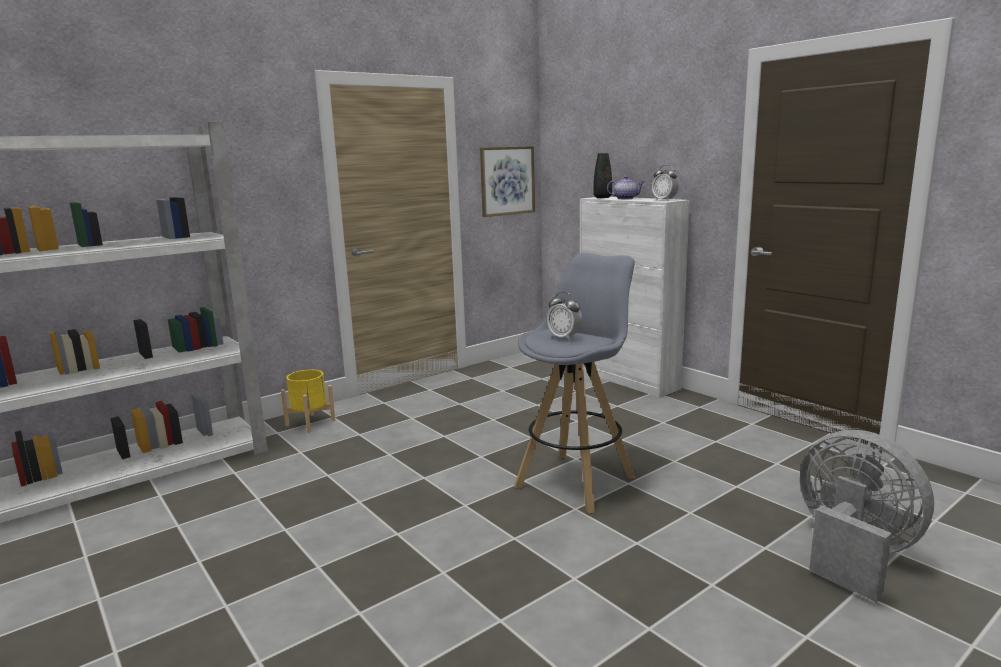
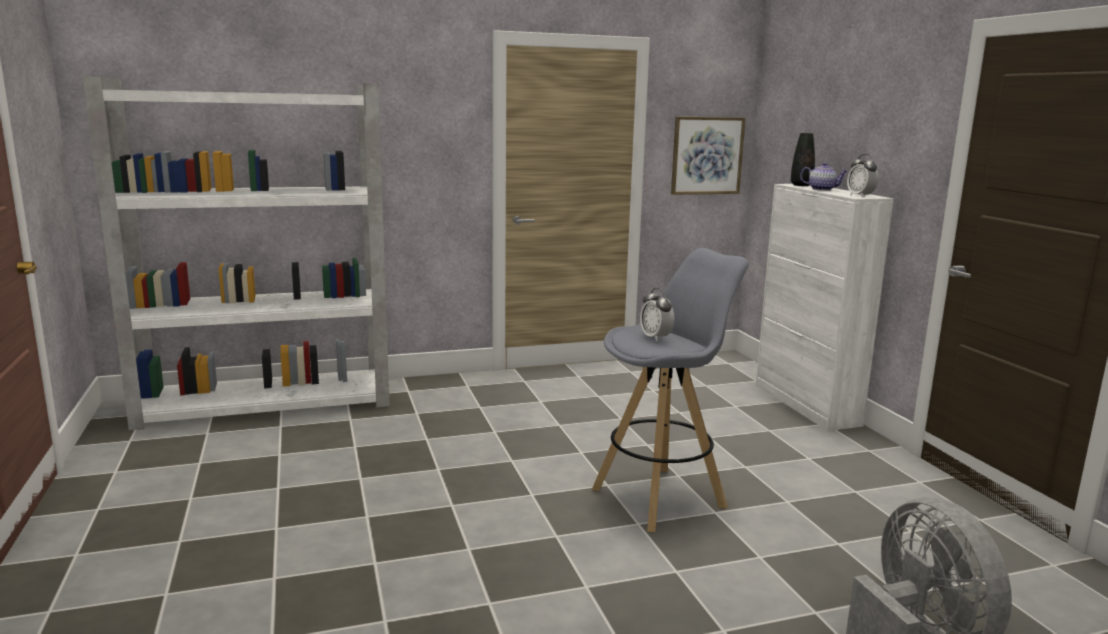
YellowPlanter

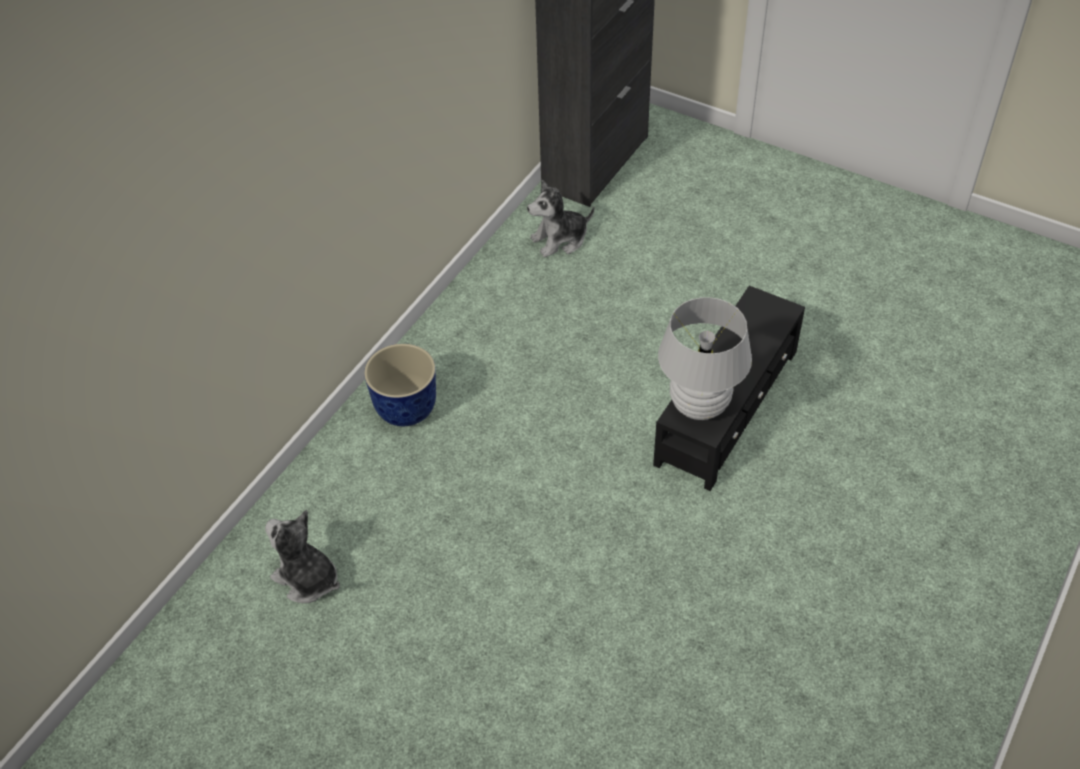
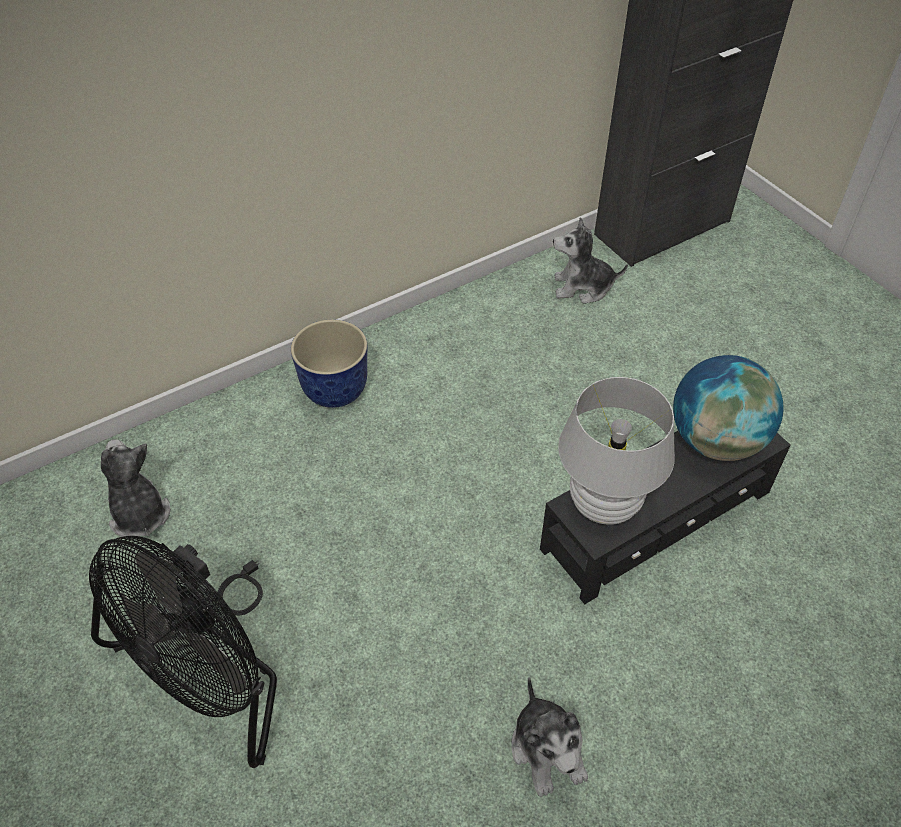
BlackFan; PlushToy (2nd from left); Globe

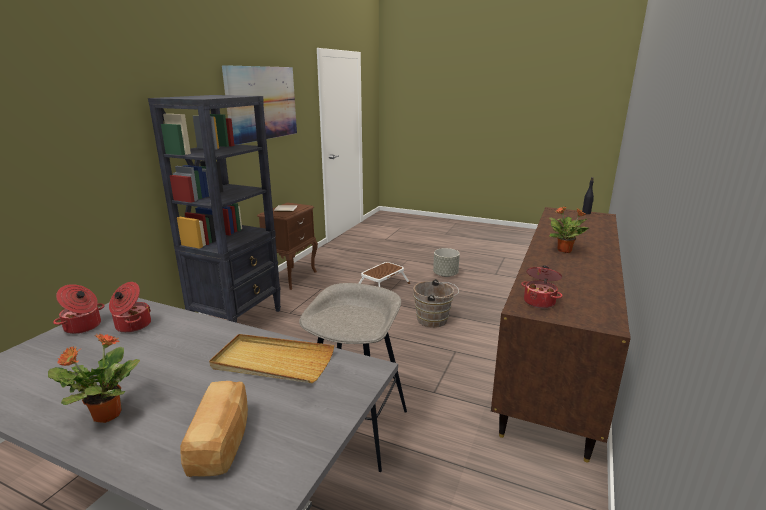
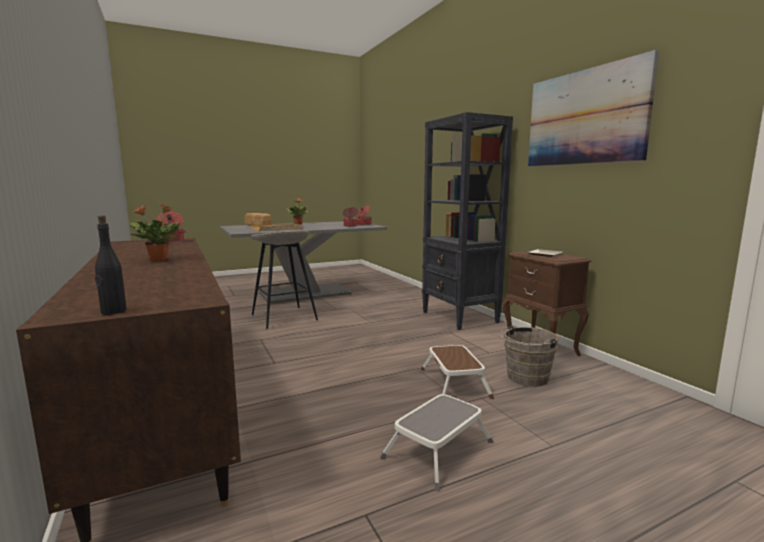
BrownBucket; GreyStepLadder

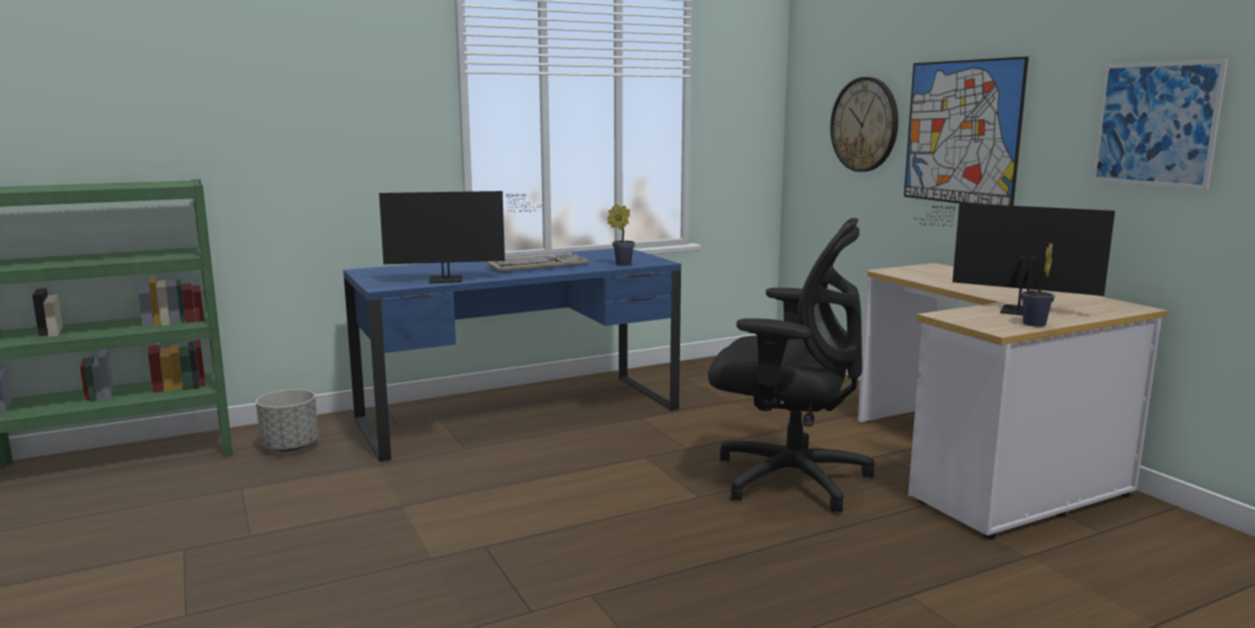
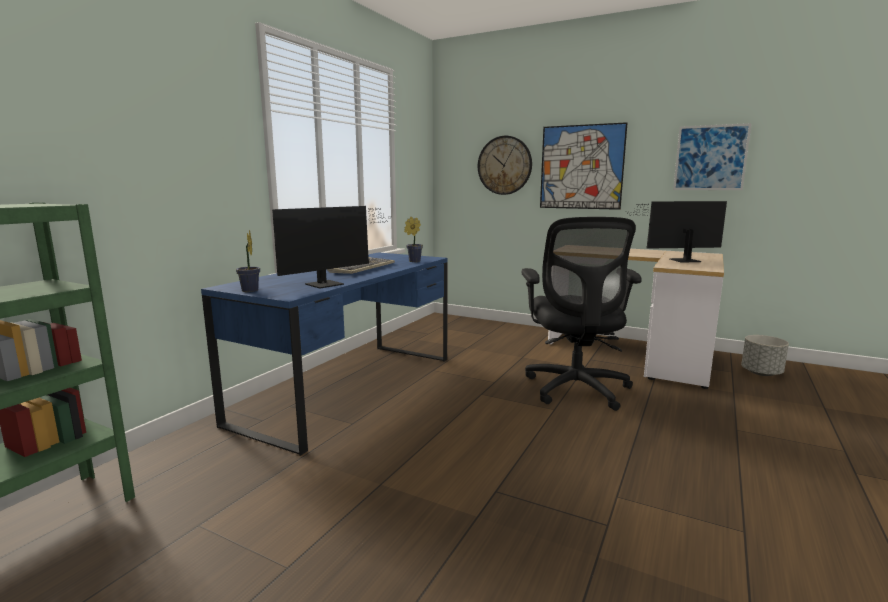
GreyPlanter; PottedPlant (1st from left); BlackOfficeChair

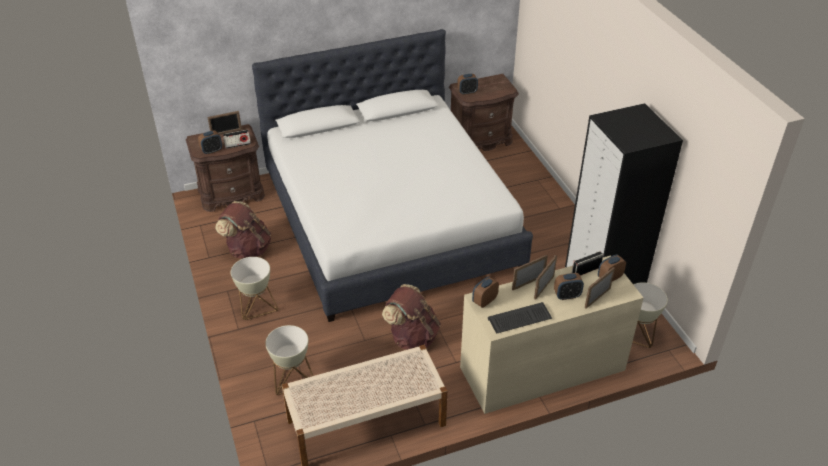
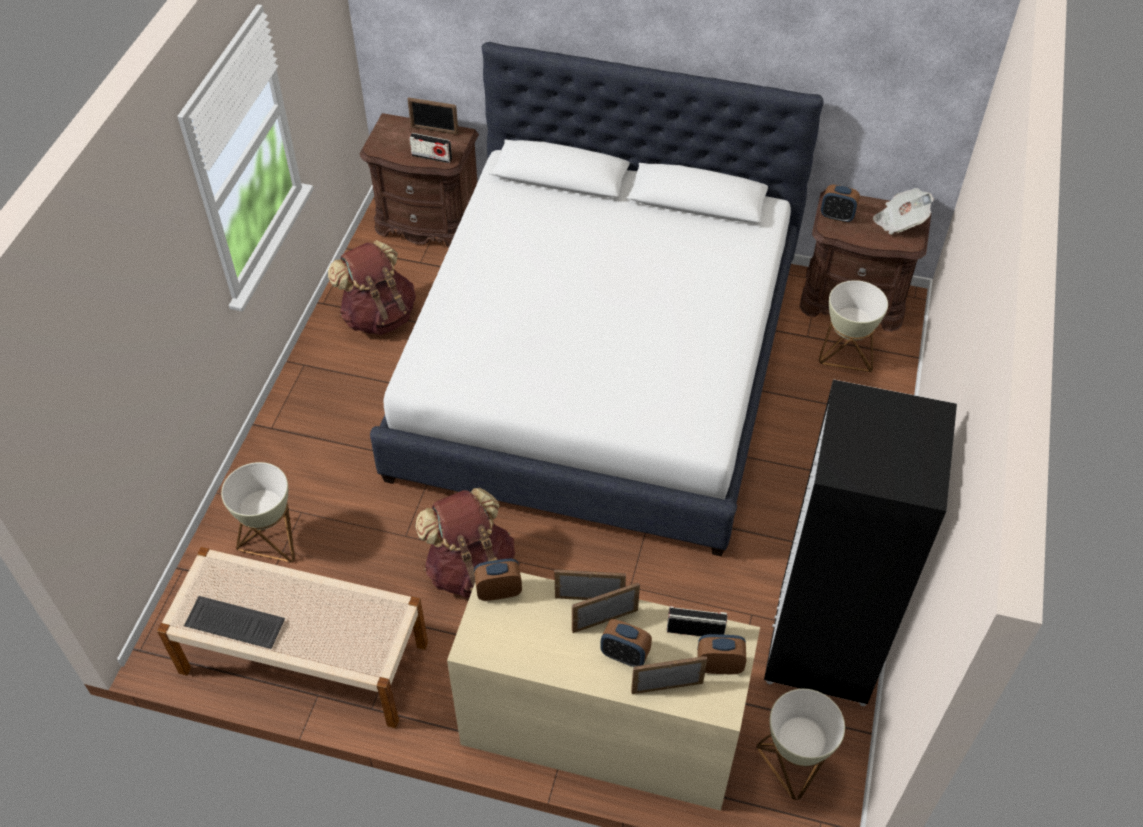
AlarmClock (1st from left in the first image); Newspaper; Planter (3rd from left); Keyboard

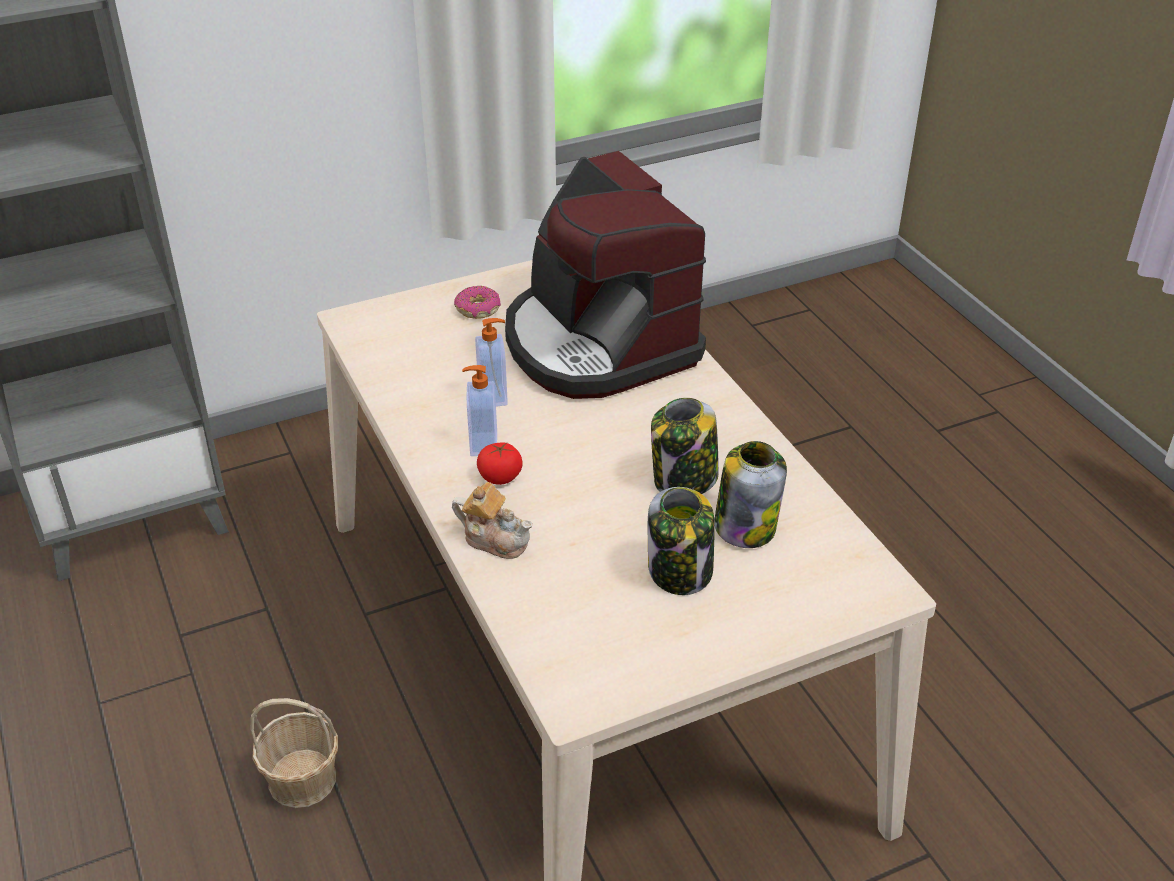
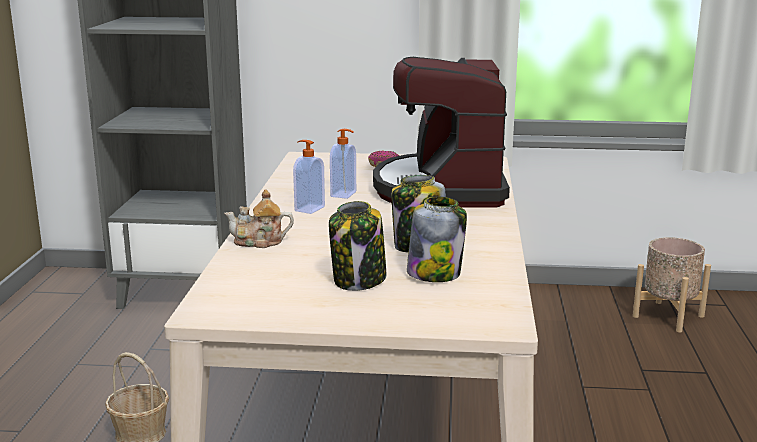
Tomato; BeigePlanter; Teapot

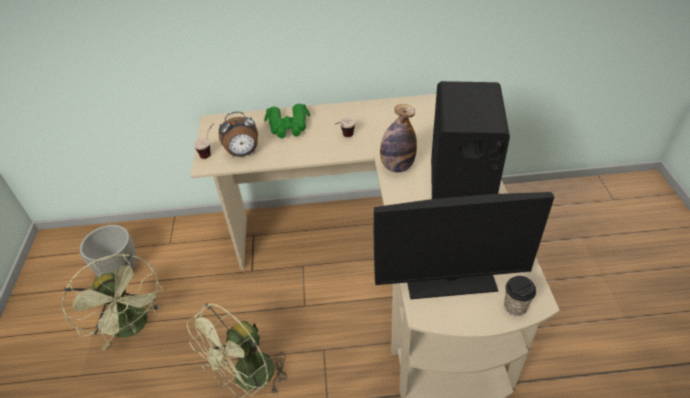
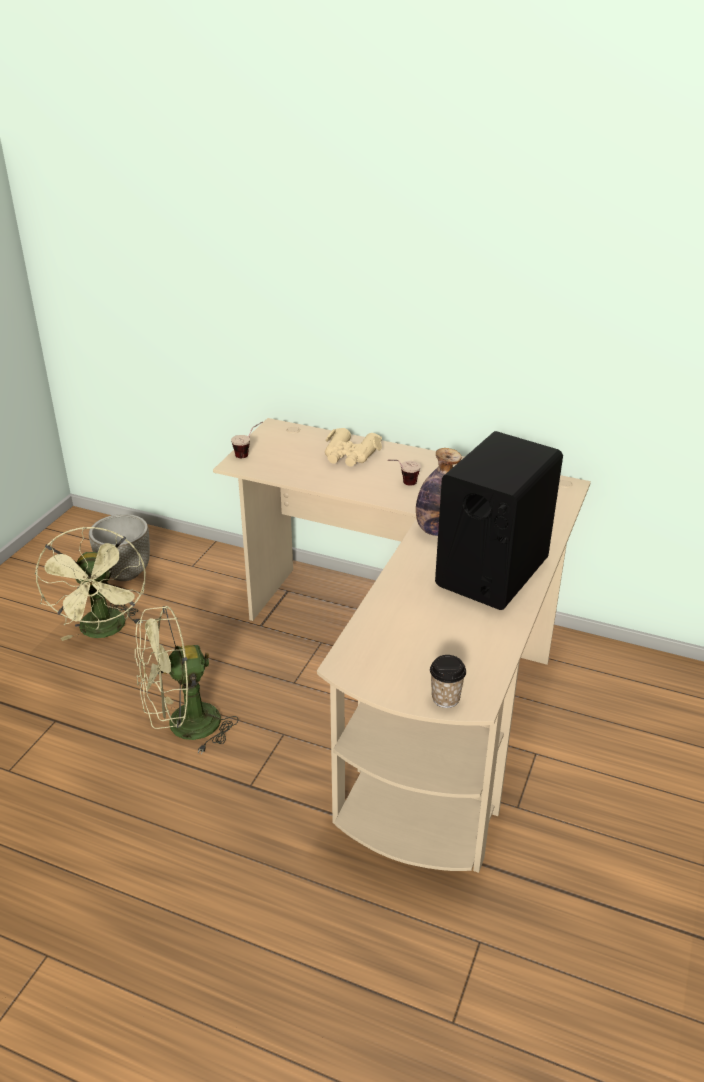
AlarmClock; Monitor; BeigeBinoculars

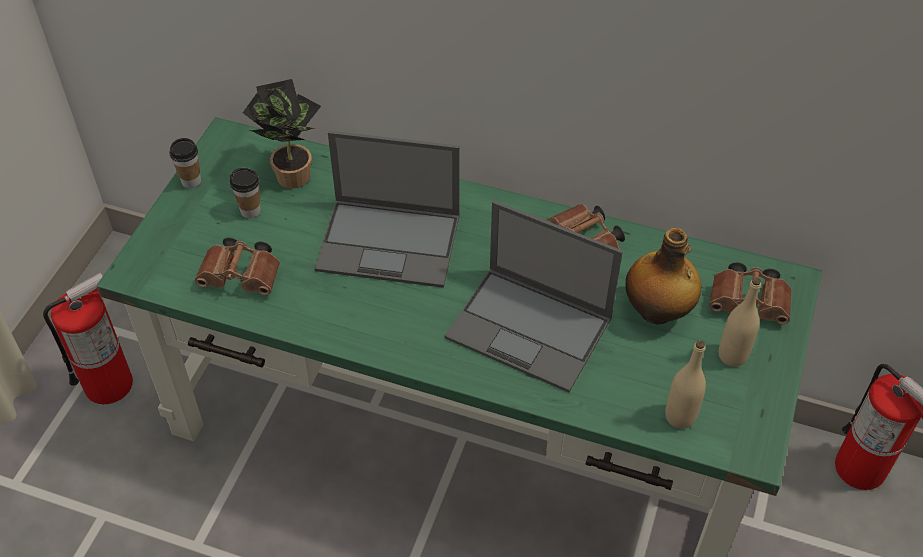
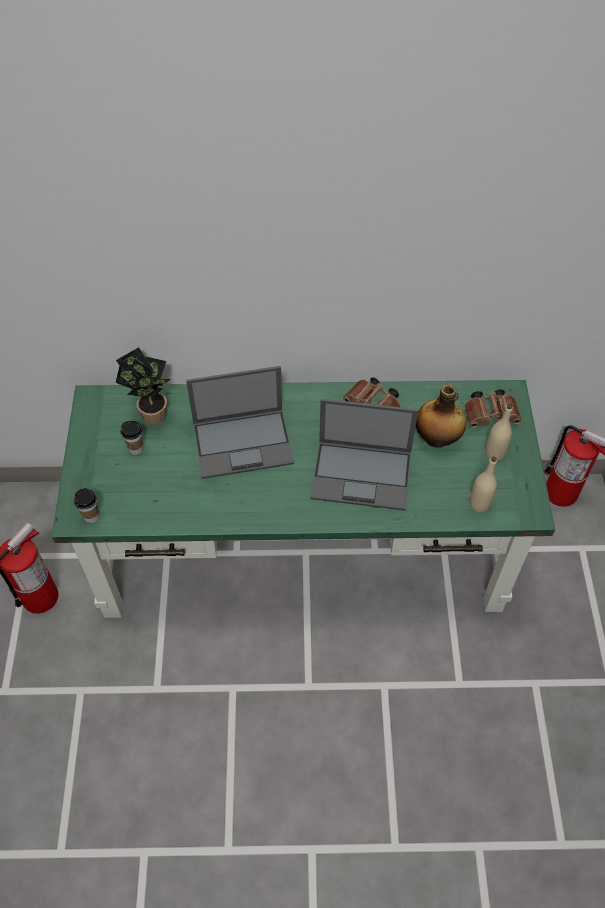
BrownBinoculars (1st from left in the first image); Cup (1st from left)

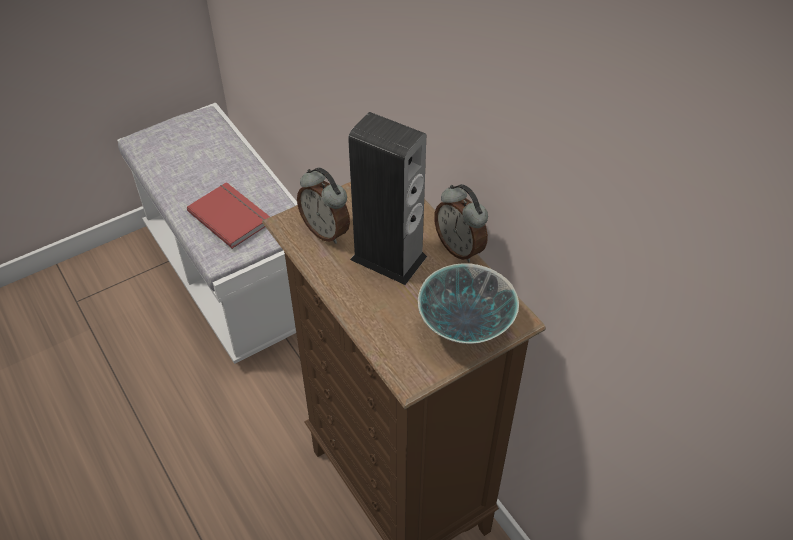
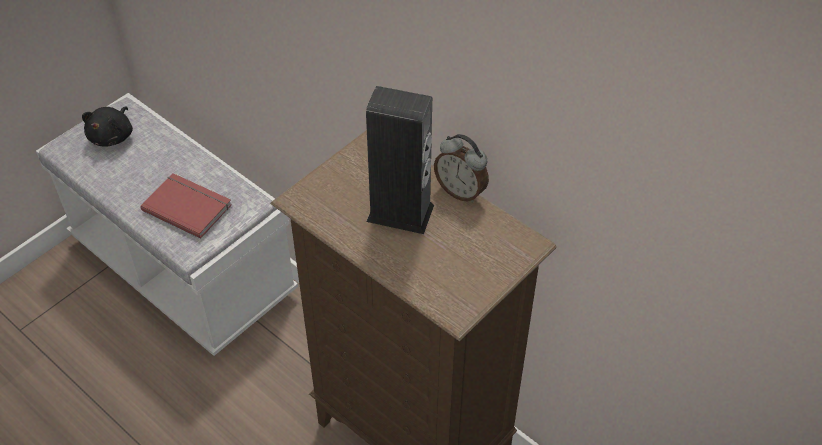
AlarmClock (1st from left in the first image); Bowl; BlackPlushToy

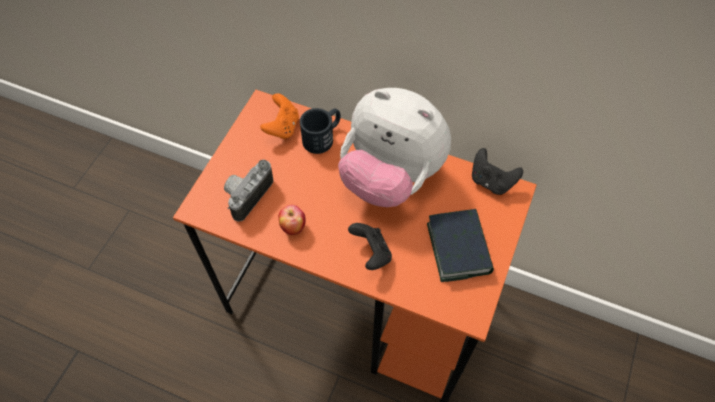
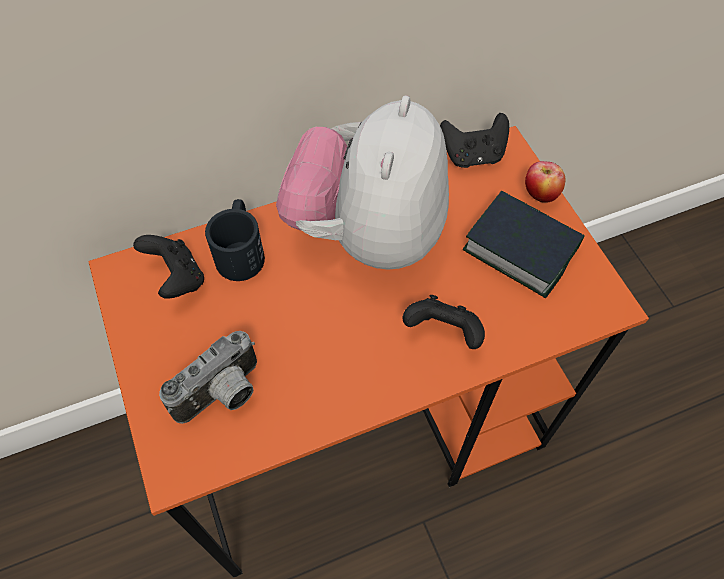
Apple; BlackGameController (1st from left); PhotoCamera; PlushToy

